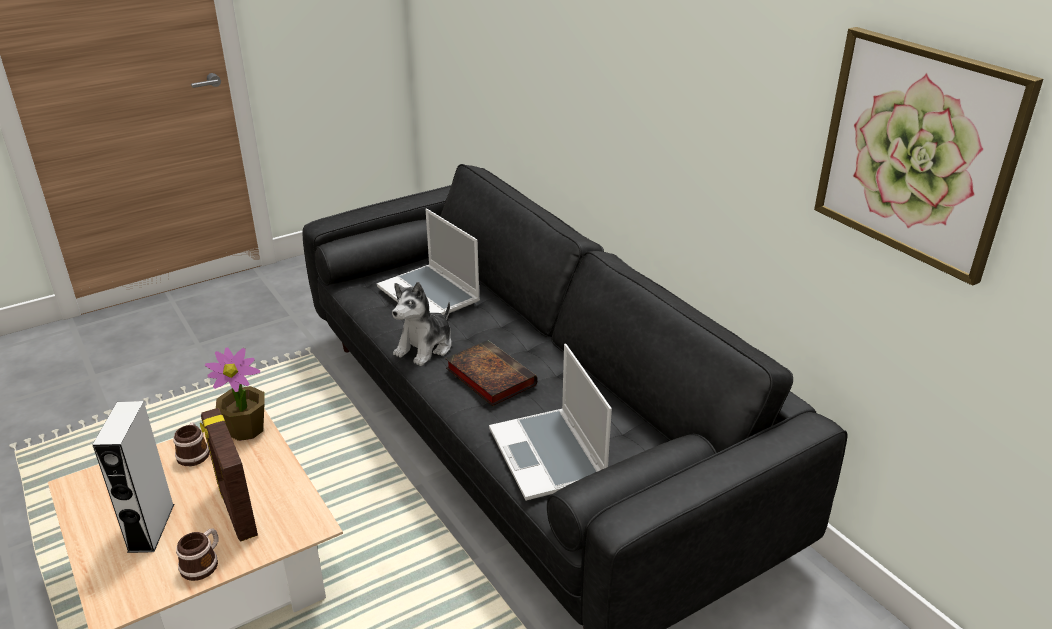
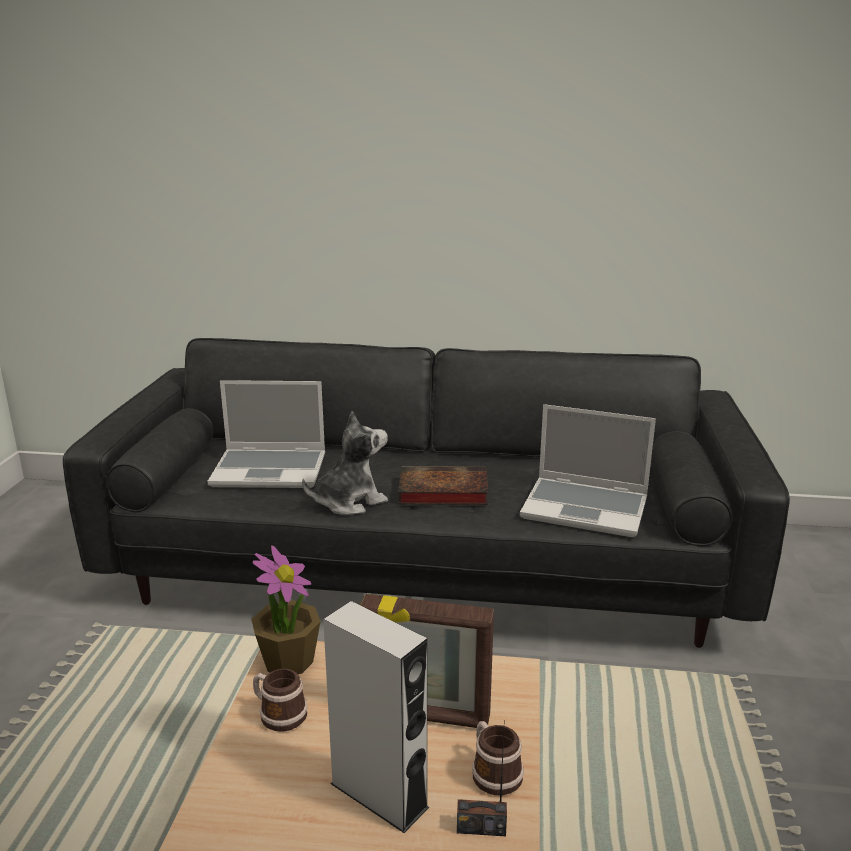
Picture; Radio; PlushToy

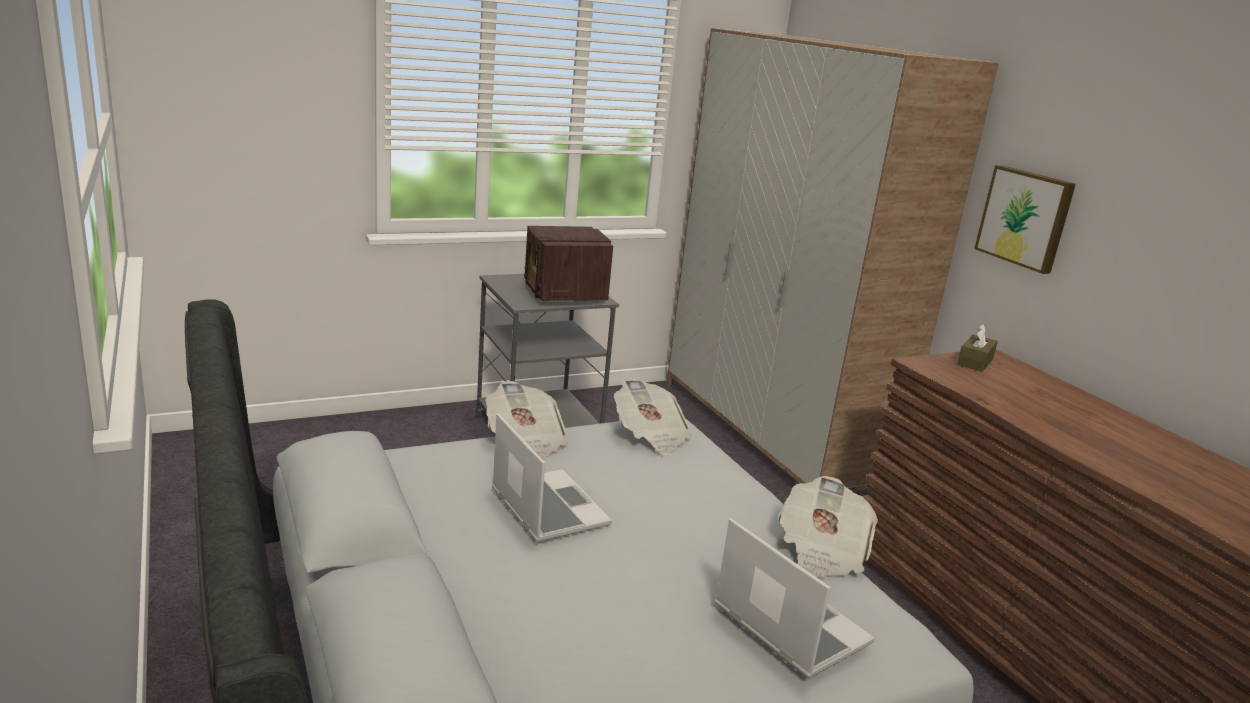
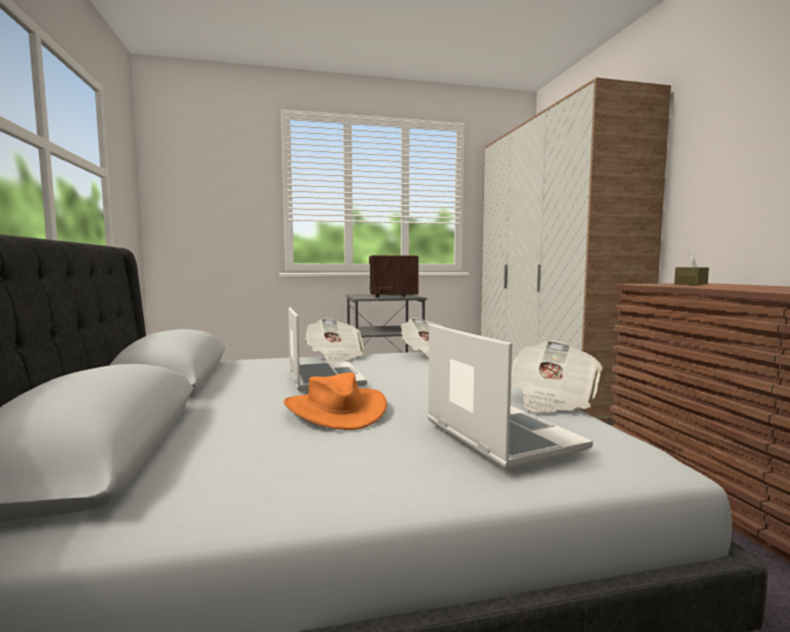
Picture; OrangeHat

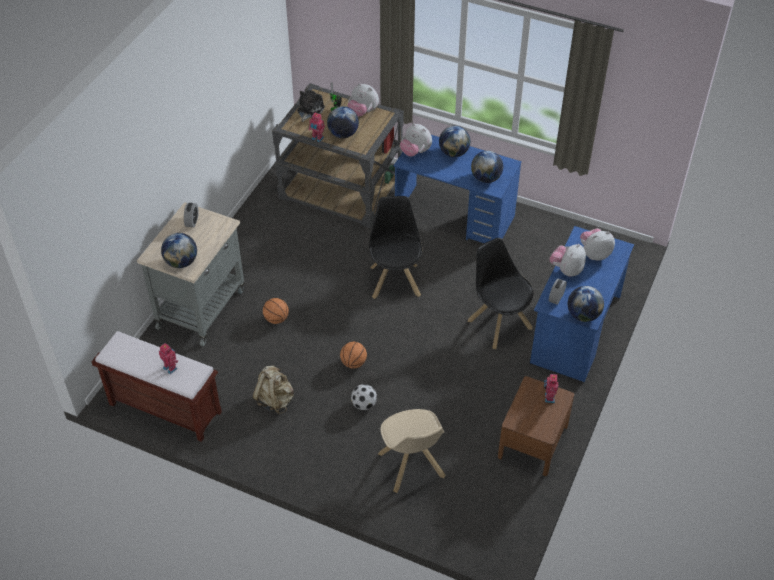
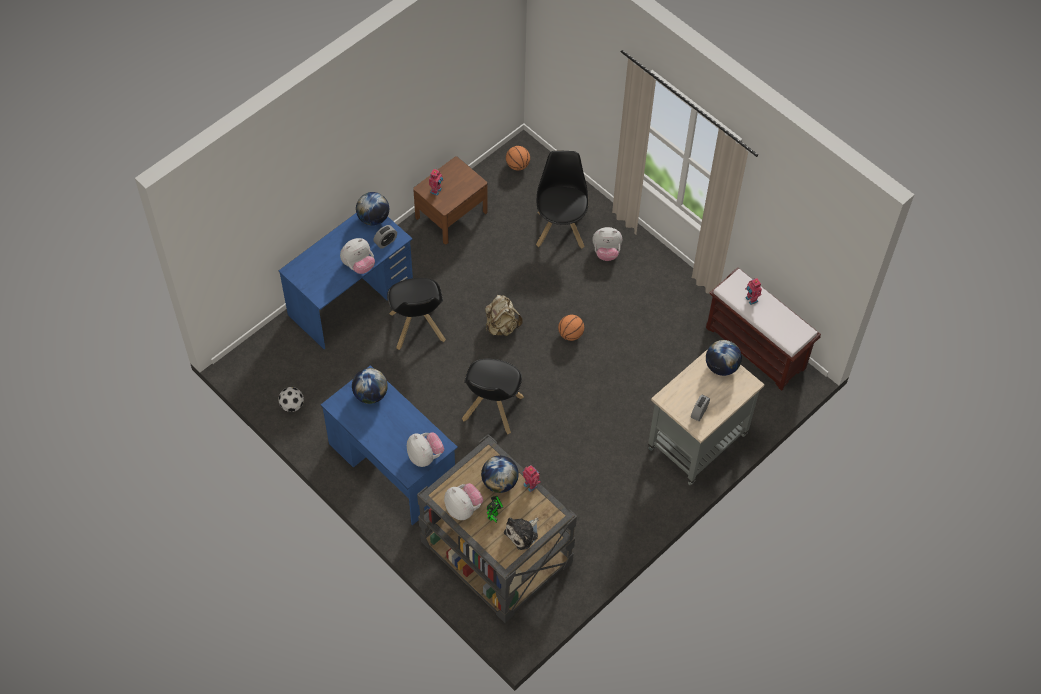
Globe (3rd from left in the first image); BeigeBackpack; Basketball (1st from left); Football; PlushToy (5th from left); BlackChair (3rd from left)

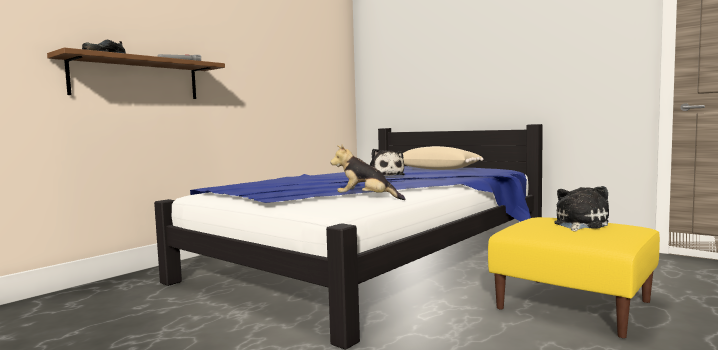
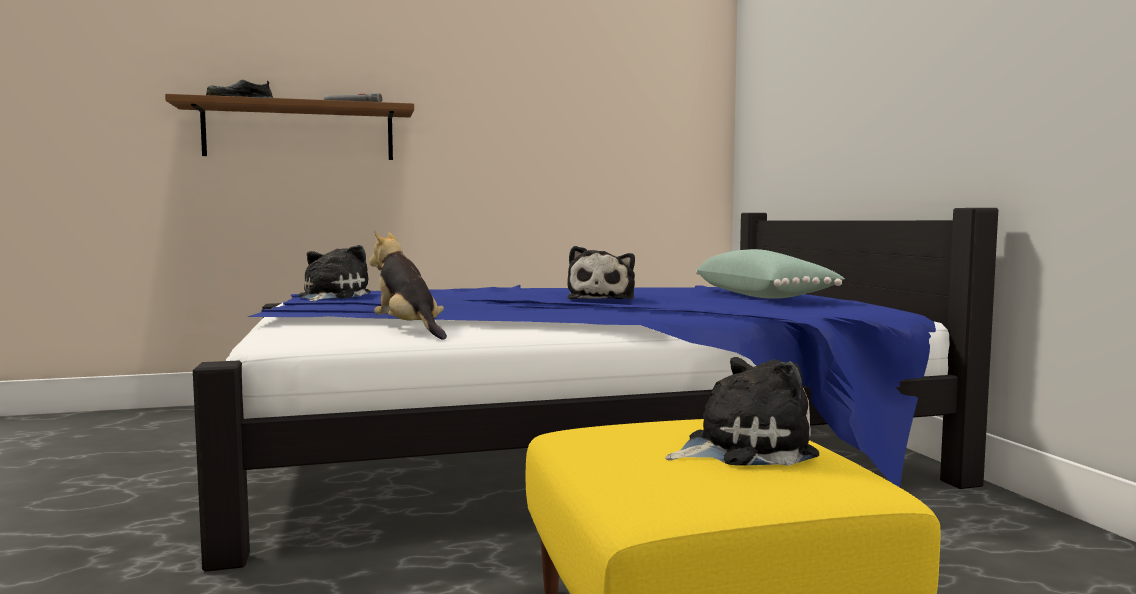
PlushToy (1st from left); GreenPillow

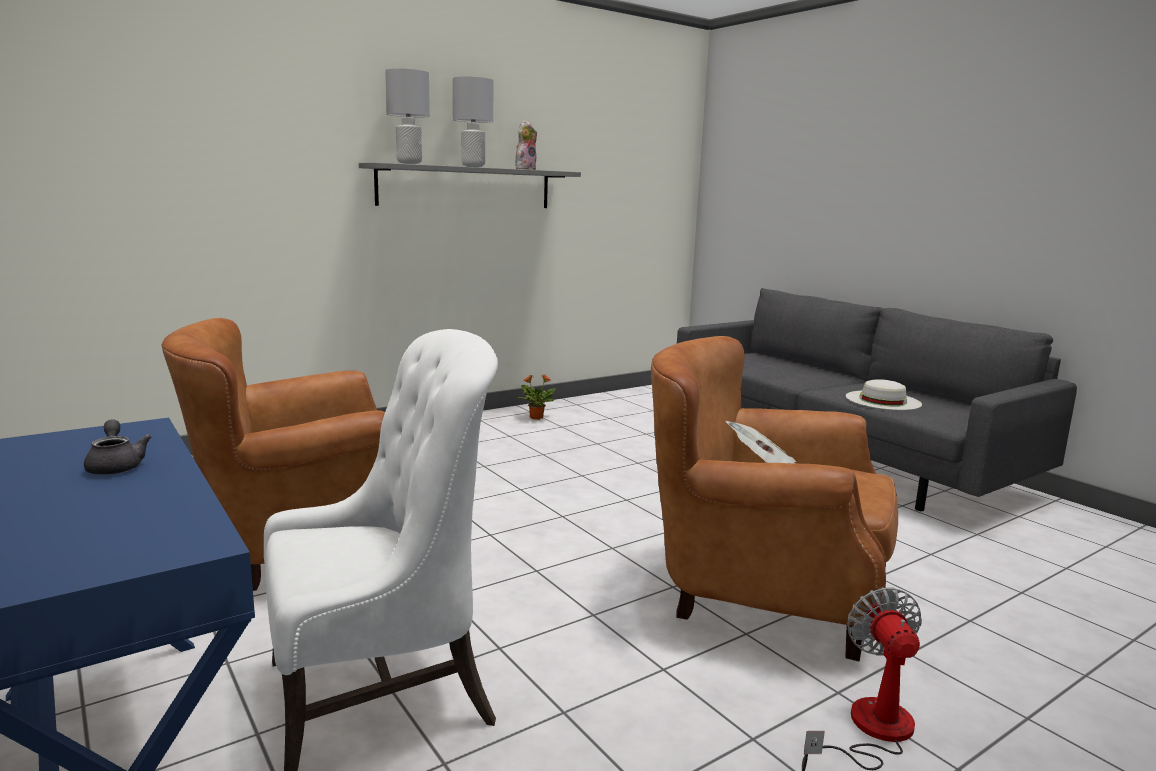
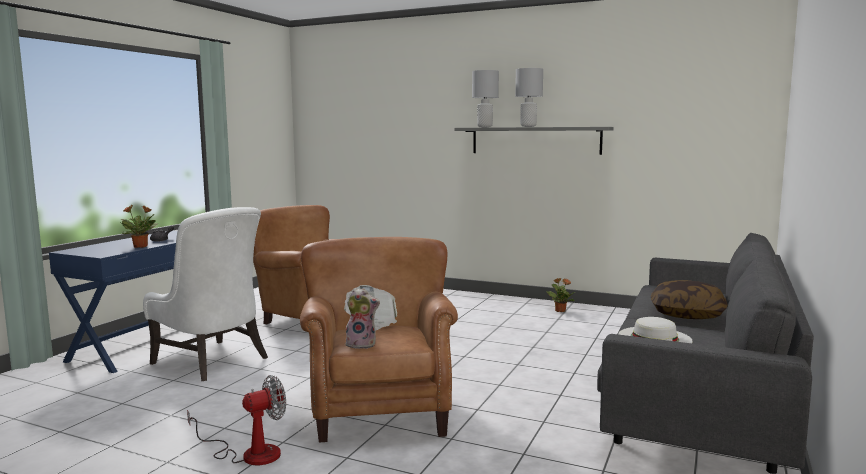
PottedPlant (1st from left); Pillow; PlushToy

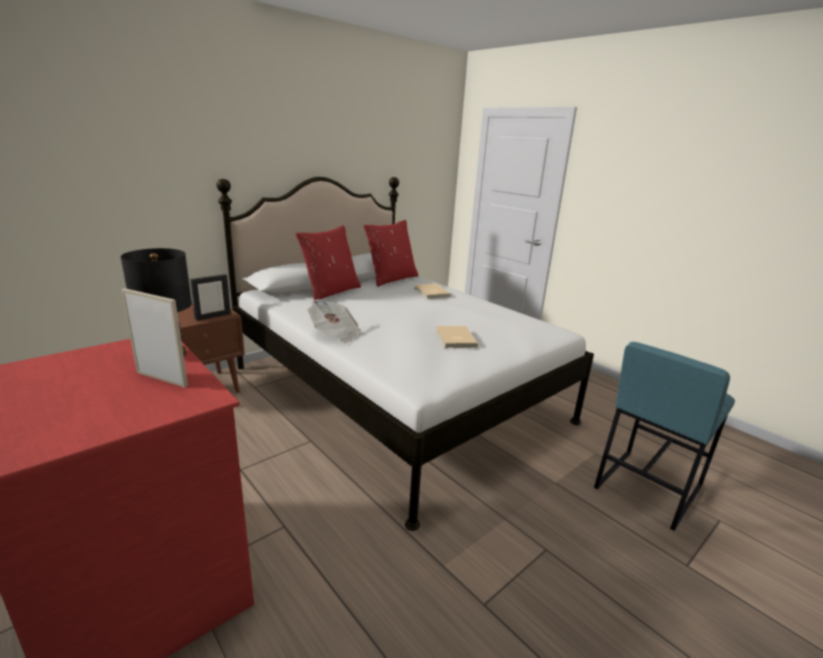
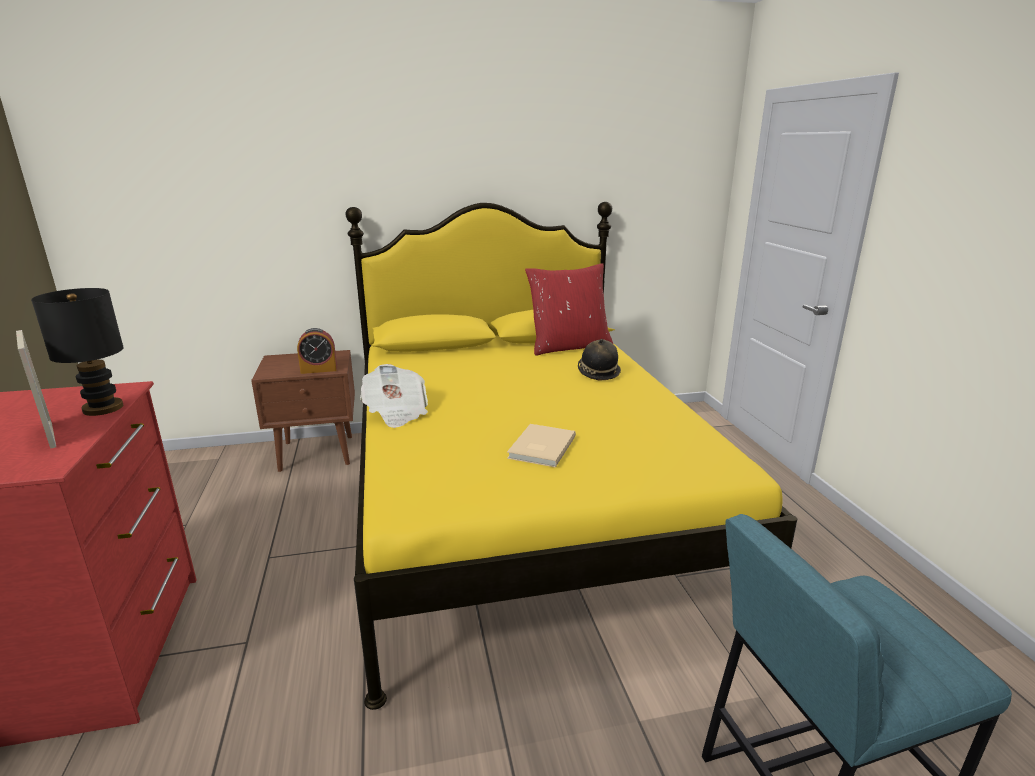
RedPillow (1st from left in the first image); AlarmClock; Hat; YellowBed

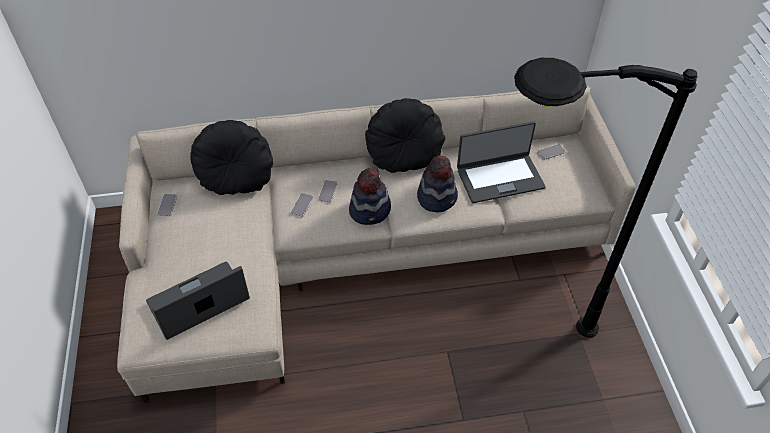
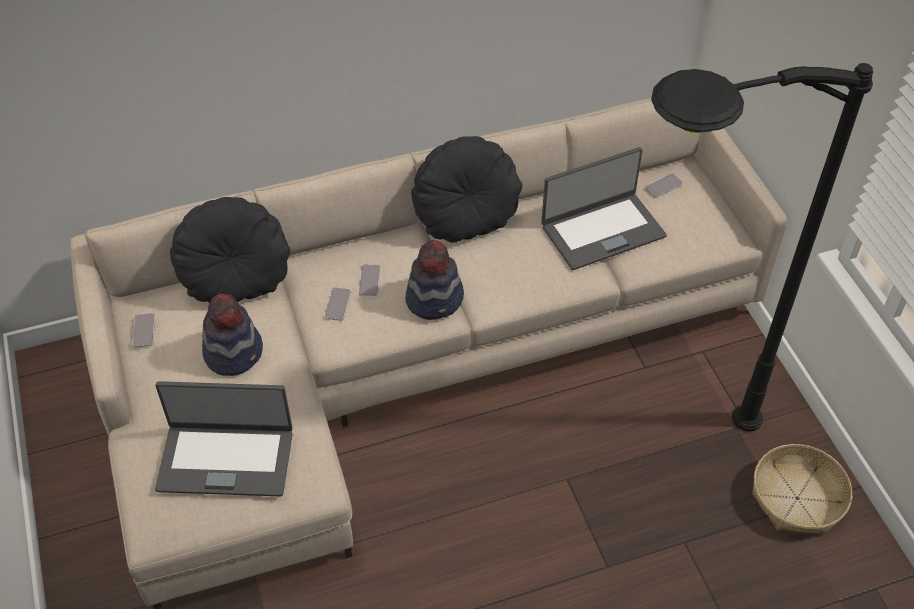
Basket; Hat (1st from left); Laptop (1st from left)

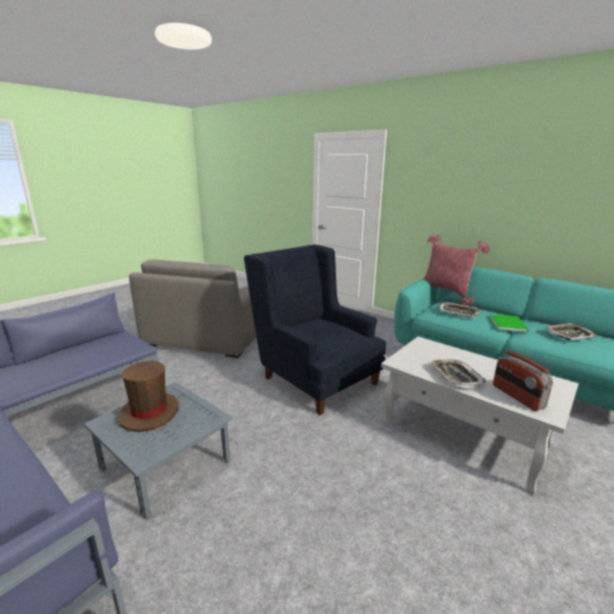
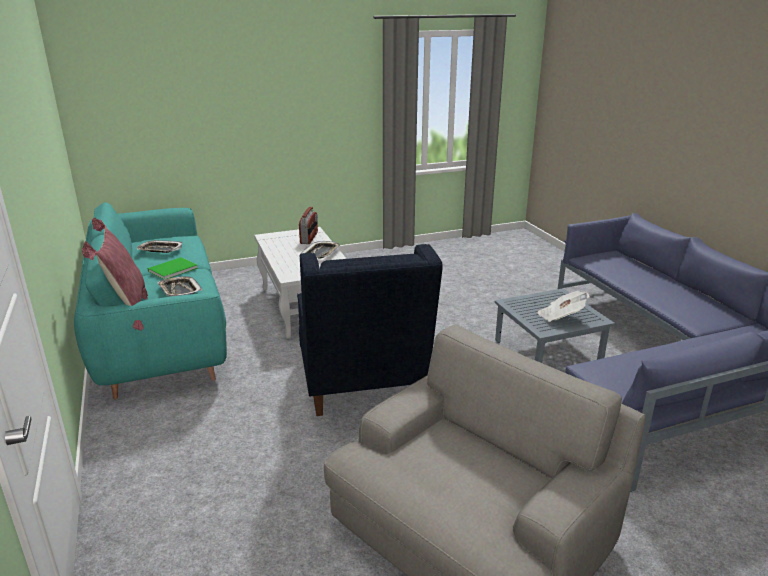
Newspaper

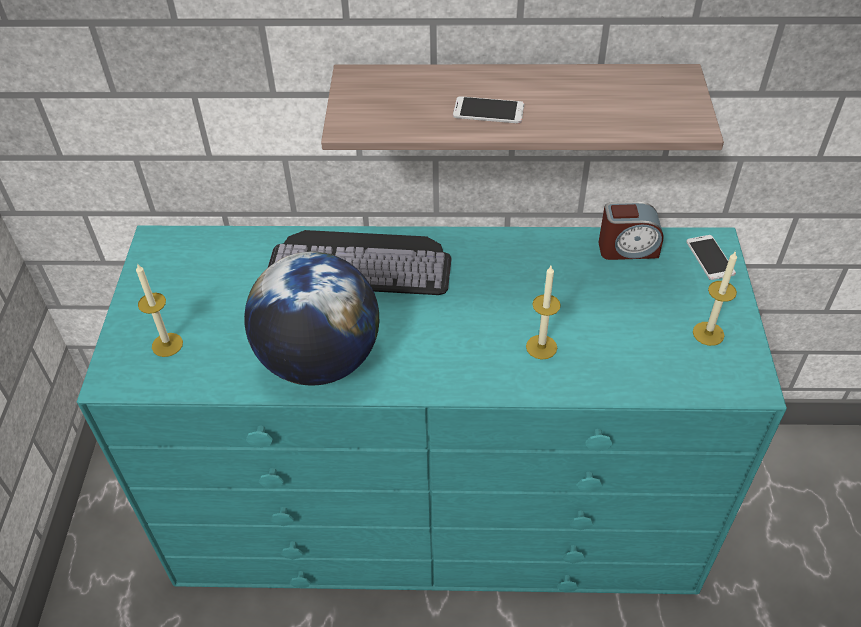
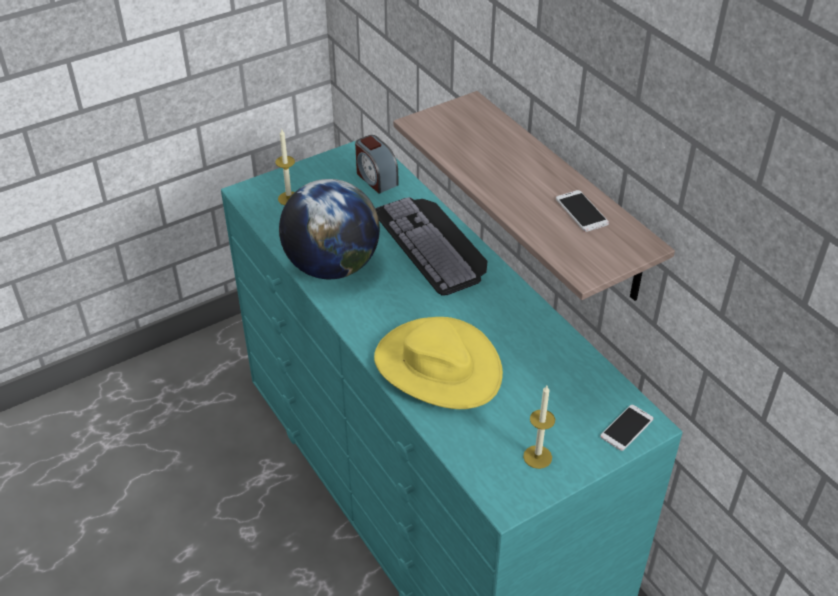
Phone (1st from left); AlarmClock; YellowHat

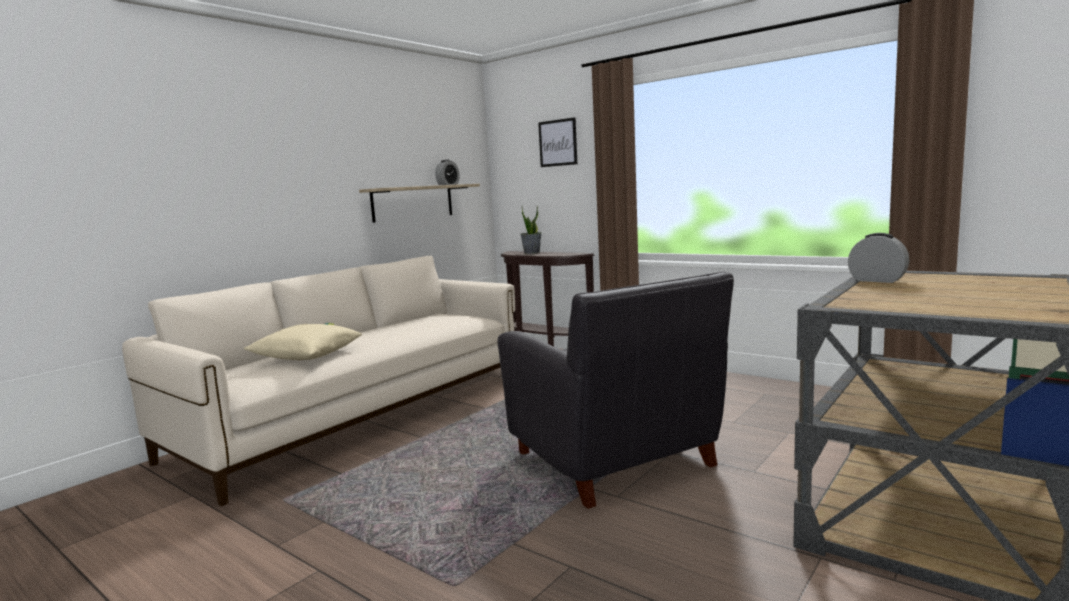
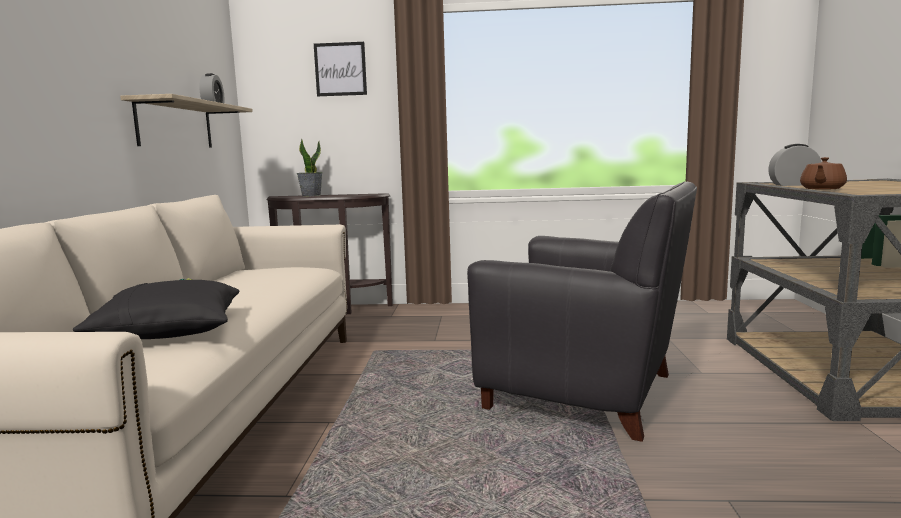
BrownTeapot; BlackPillow

